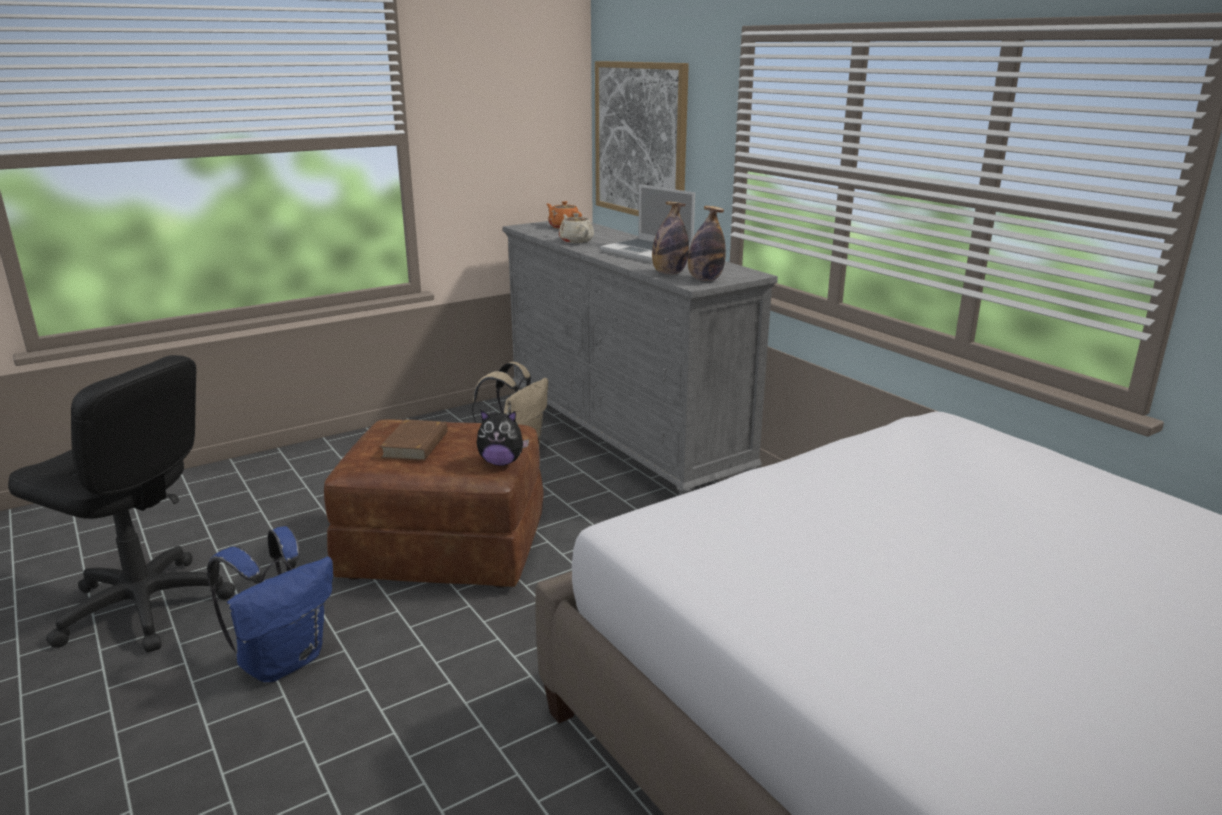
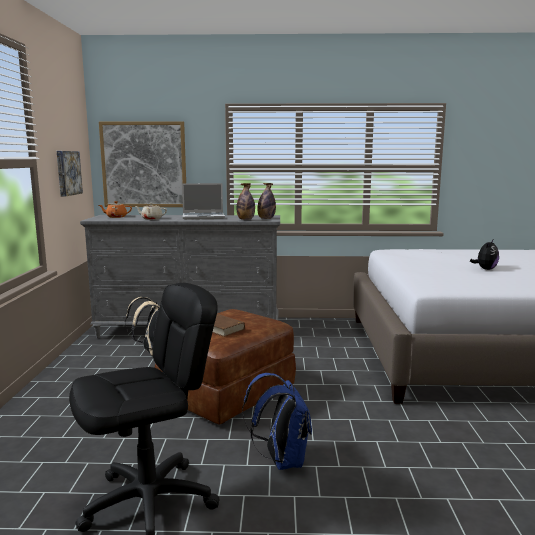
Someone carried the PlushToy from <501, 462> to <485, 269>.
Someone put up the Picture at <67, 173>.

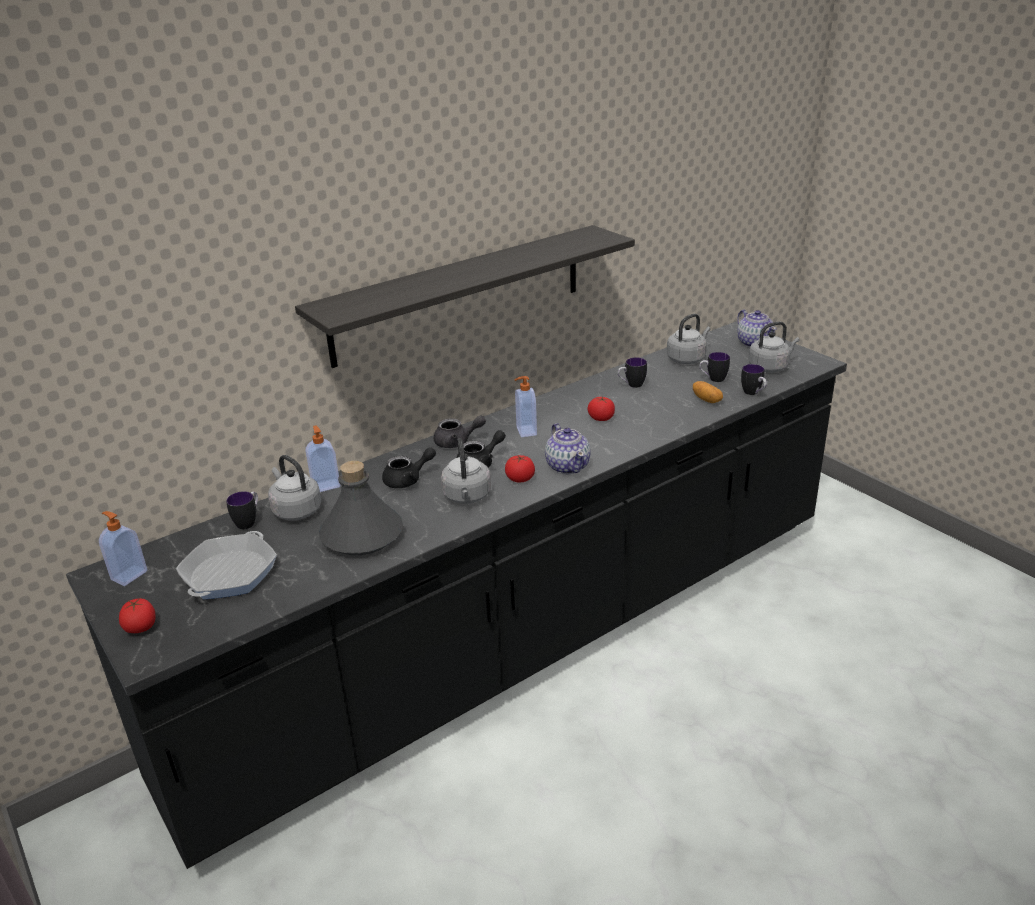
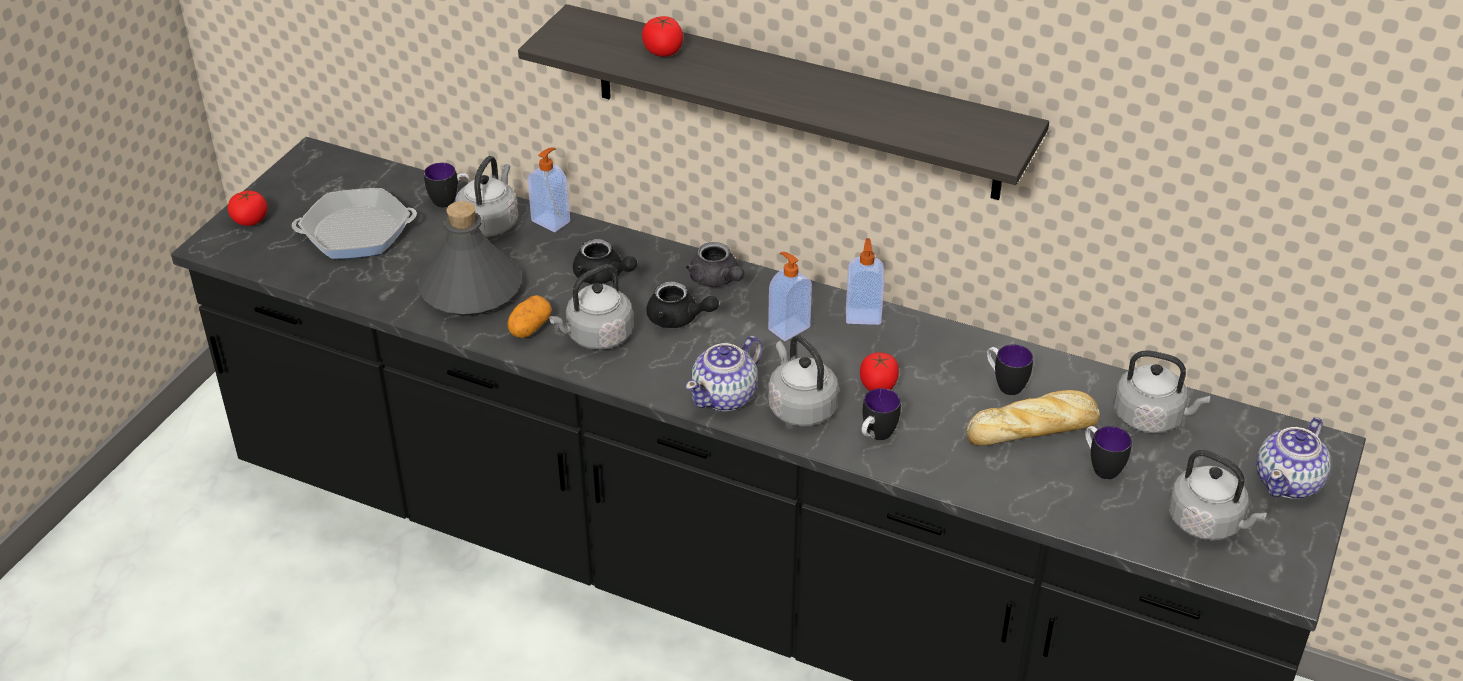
Someone carried the SoapDispenser from <128, 575> to <863, 315>.
Someone carried the Tomato from <520, 479> to <663, 51>.
Someone carried the Potato from <707, 400> to <529, 327>.
Someone carried the Mug from <753, 393> to <875, 437>.
Someone put down the GreyKettle at <800, 407>.
Someone put down the Bread at <1034, 428>.

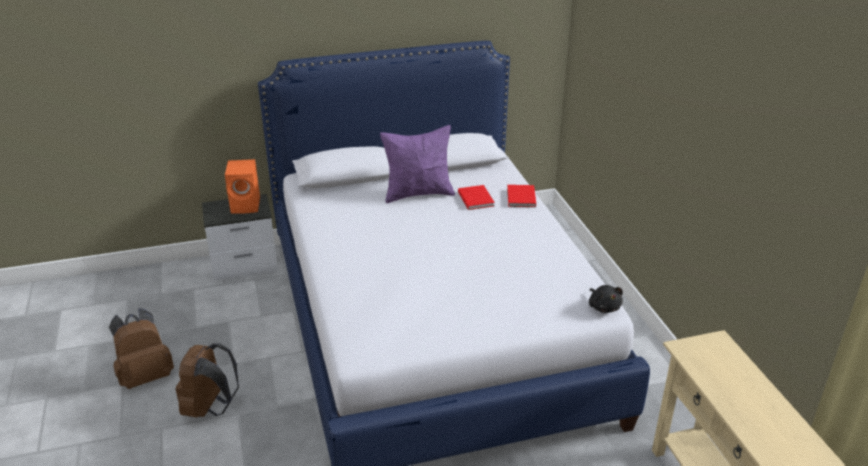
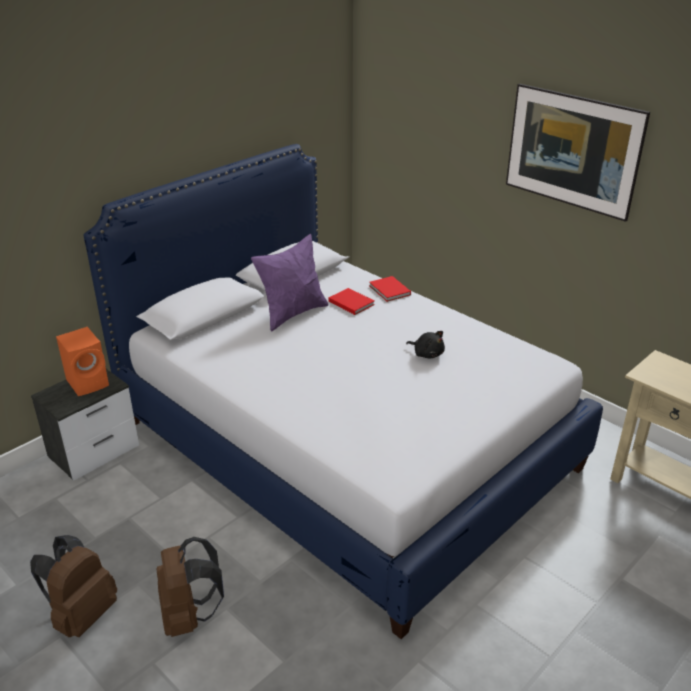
Someone carried the BlackPlushToy from <603, 307> to <427, 354>.
Someone put up the Picture at <568, 176>.

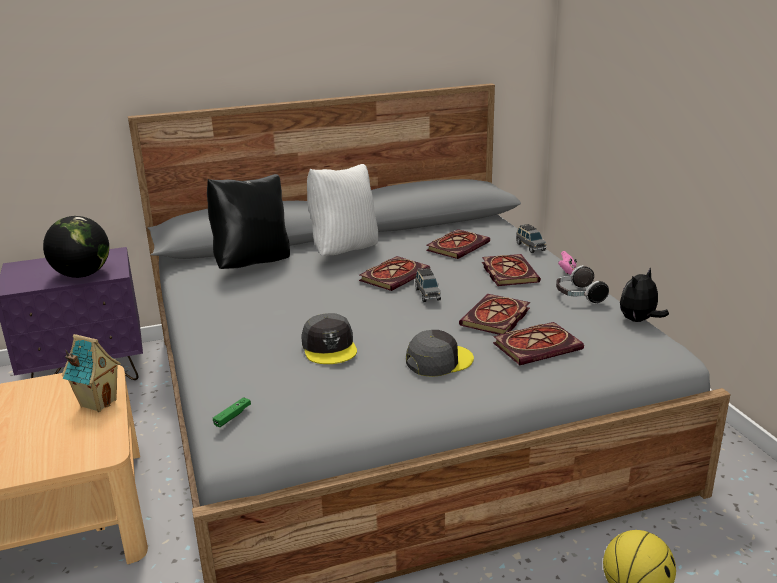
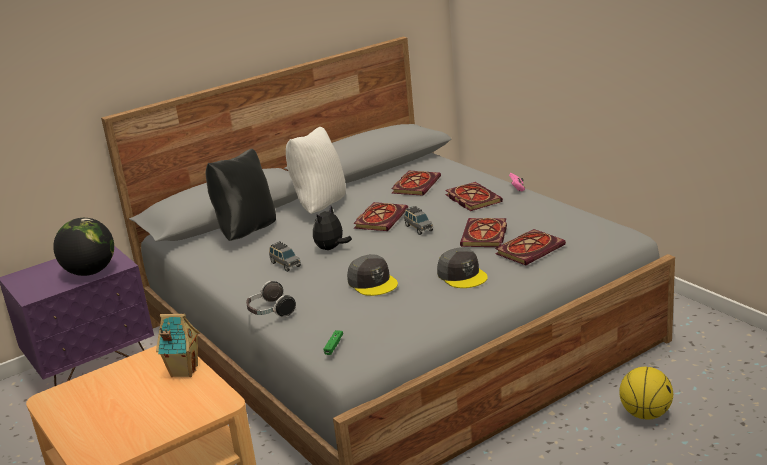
Someone rotated the GreyCap at <438, 361> by 105 degrees clockwise.
Someone carried the GreyToyCar from <530, 247> to <285, 264>.
Someone carried the Headphones from <578, 296> to <270, 312>.
Someone carried the PlushToy from <639, 321> to <331, 248>.

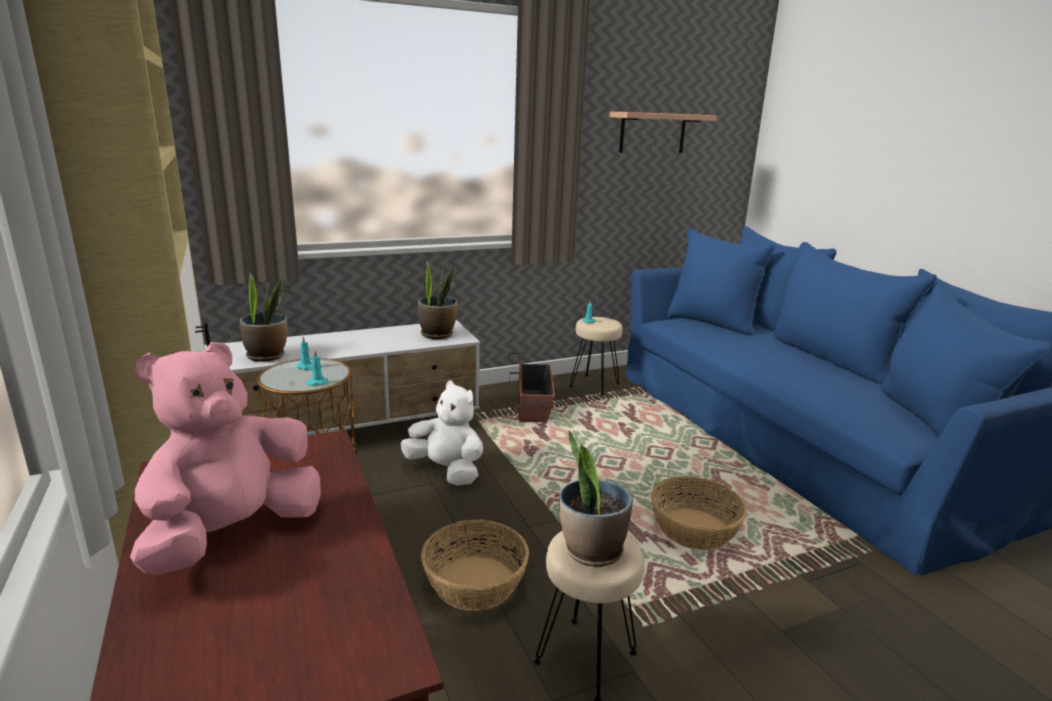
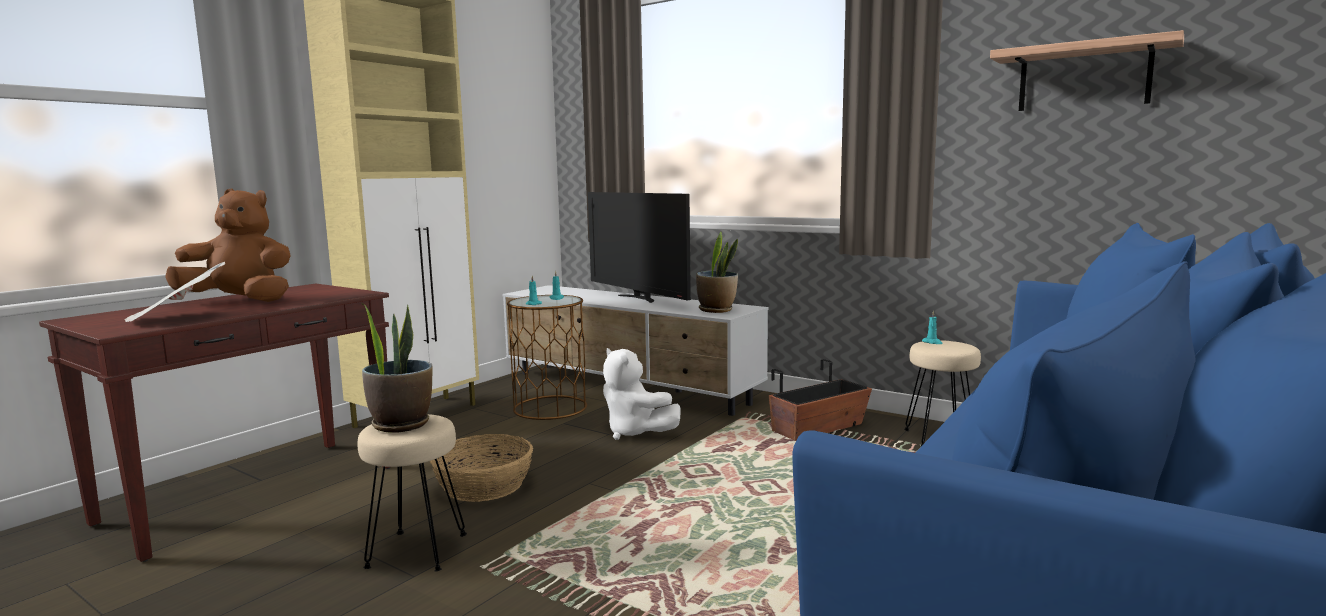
Someone repainted the PinkPlushToy at <233, 534>, which became the BrownPlushToy at <240, 301>.
Someone took away the PottedPlant at <266, 355>.
Someone rotated the WhitePlushToy at <446, 470> by 135 degrees clockwise.
Someone took away the Basket at <694, 529>.
Someone put down the Newspaper at <176, 318>.
Someone put down the Television at <639, 298>.

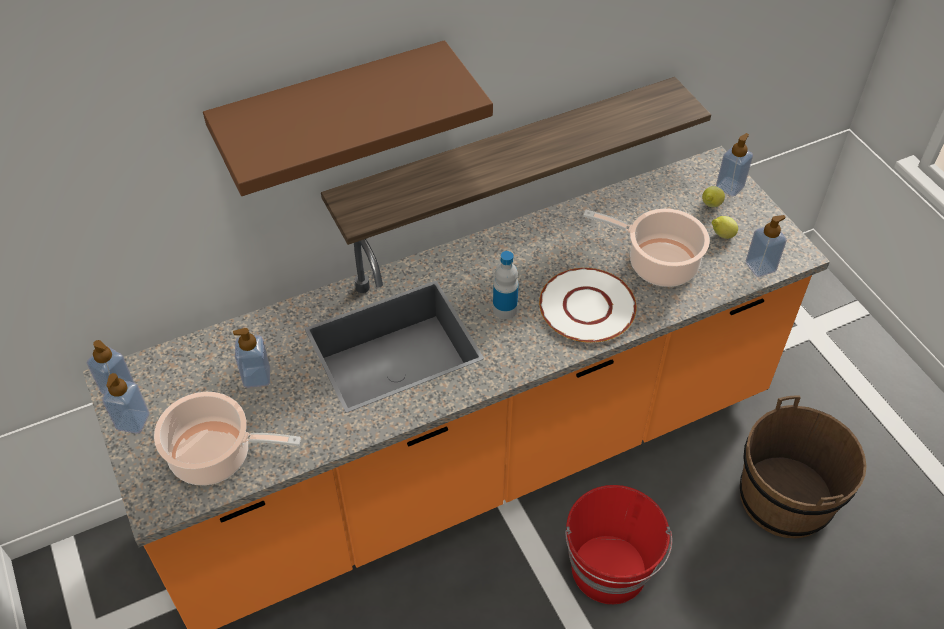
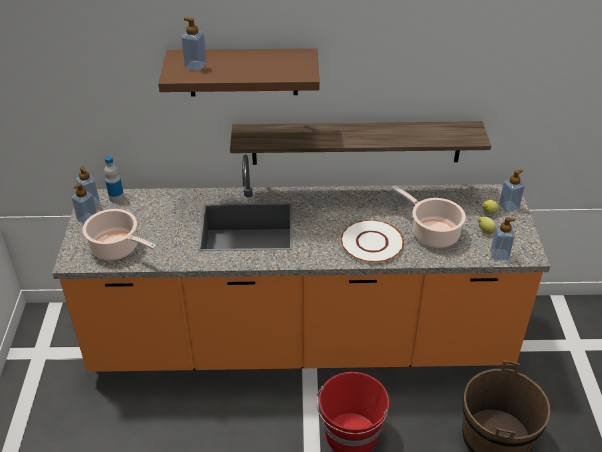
Someone carried the SoapDispenser from <257, 377> to <195, 66>.
Someone carried the Bottle from <505, 309> to <116, 198>.

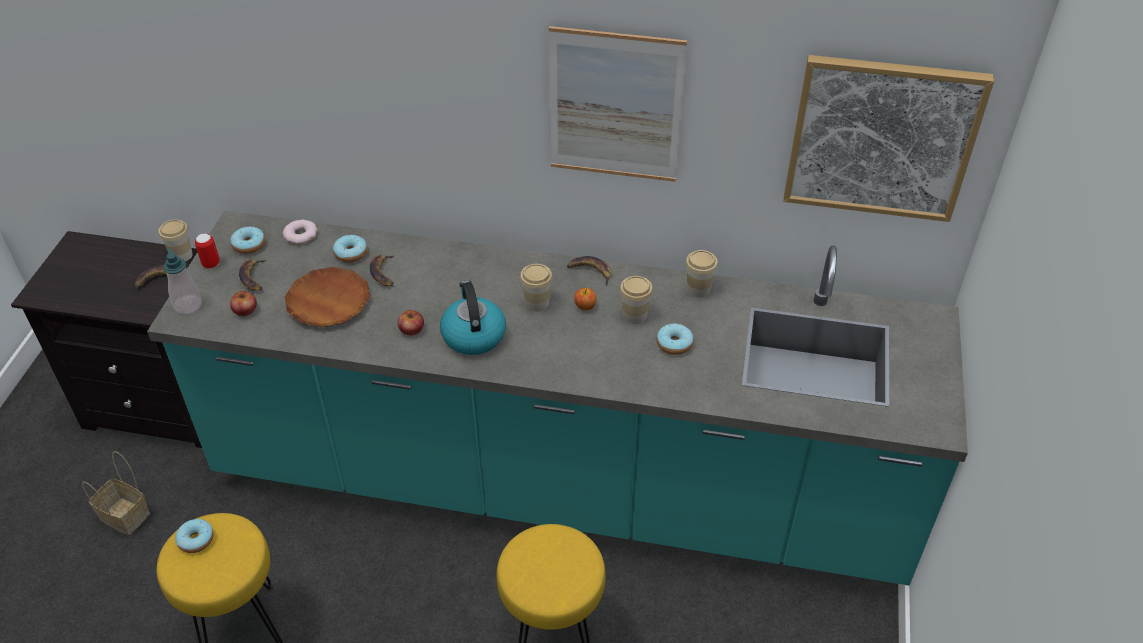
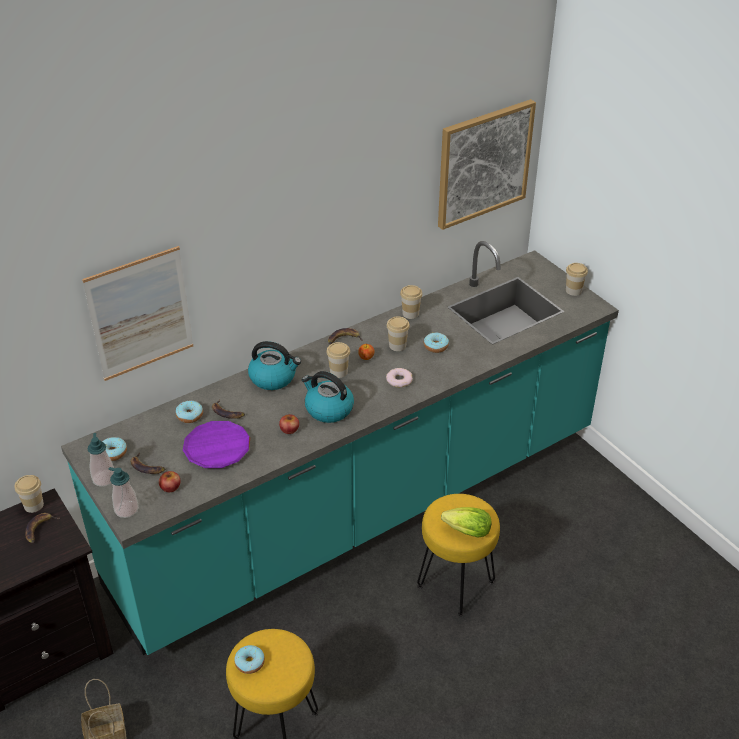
Someone swapped the Can at <211, 264> for the SoapDispenser at <104, 479>.
Someone carried the Donut from <301, 235> to <399, 380>.
Someone repainted the BrownPlate at <328, 302>, which became the PurplePlate at <217, 448>.
Someone carried the Picture from <615, 106> to <140, 314>.
Someone put down the Kettle at <273, 378>.
Someone put down the Lettuce at <464, 531>.
Someone put down the Cup at <573, 290>.

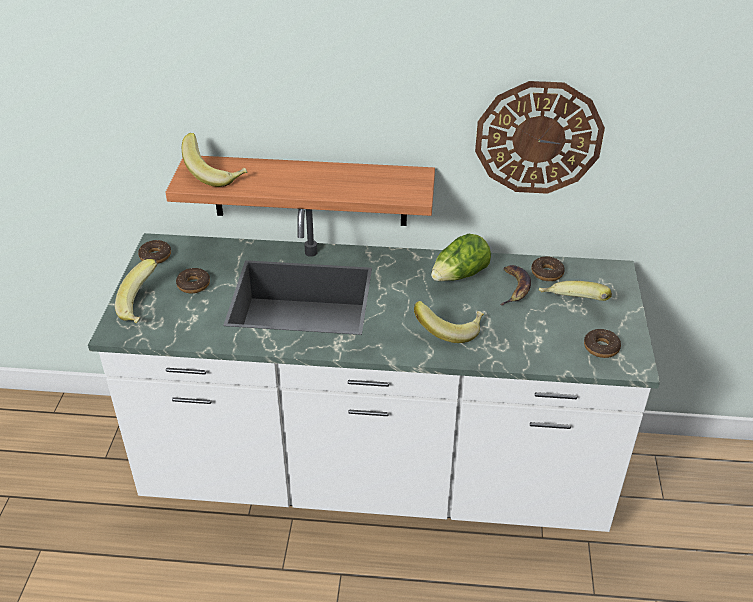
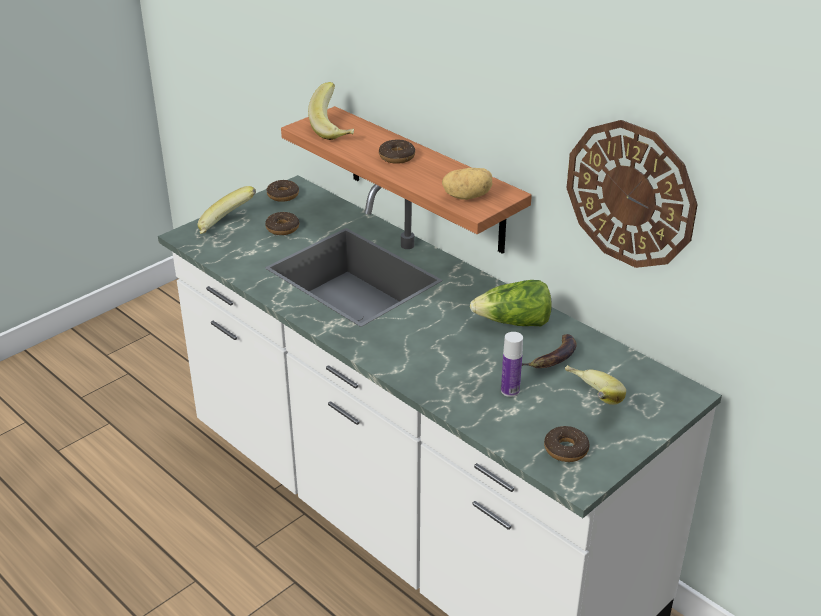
Someone took away the Banana at <449, 330>.
Someone carried the Donut from <547, 273> to <397, 157>.
Someone put down the Potato at <467, 196>.
Someone put down the Bottle at <510, 391>.

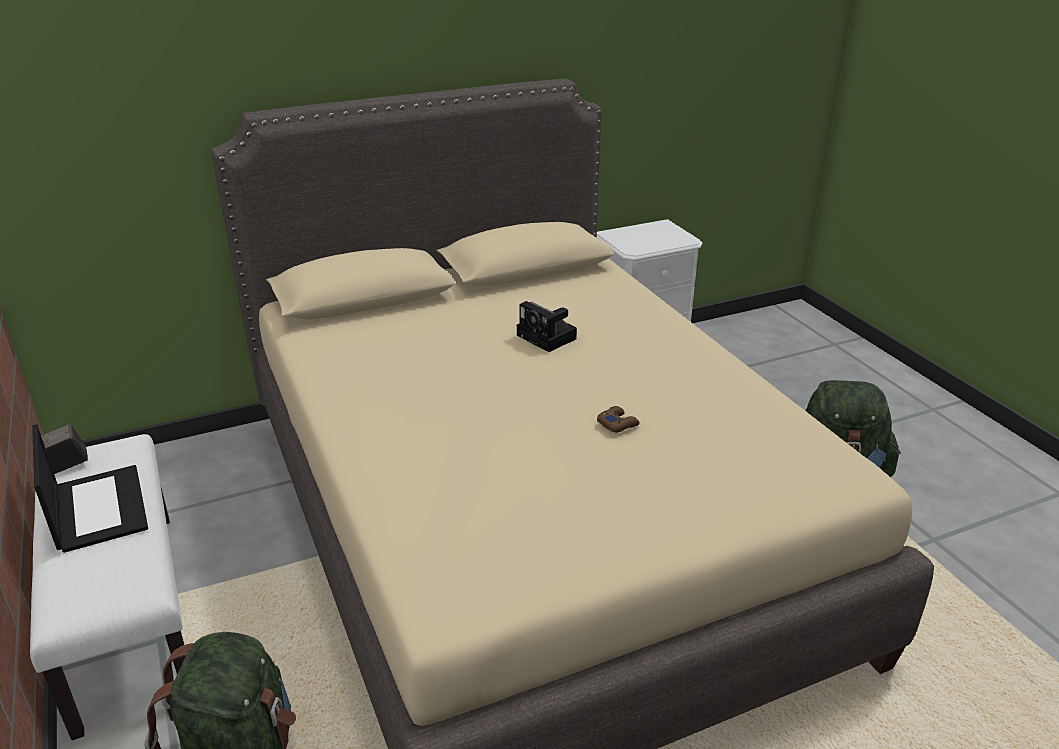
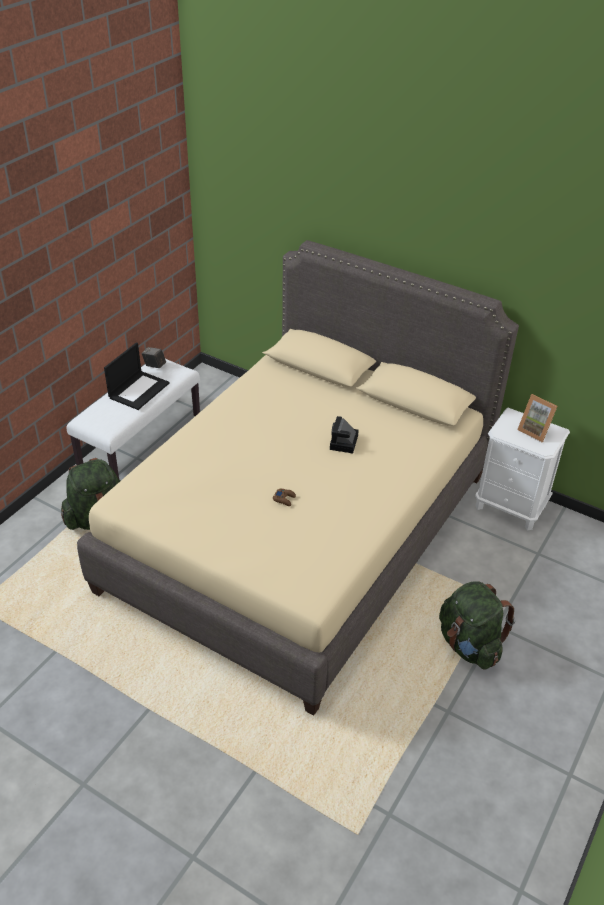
Someone put down the PictureFrame at <535, 431>.

